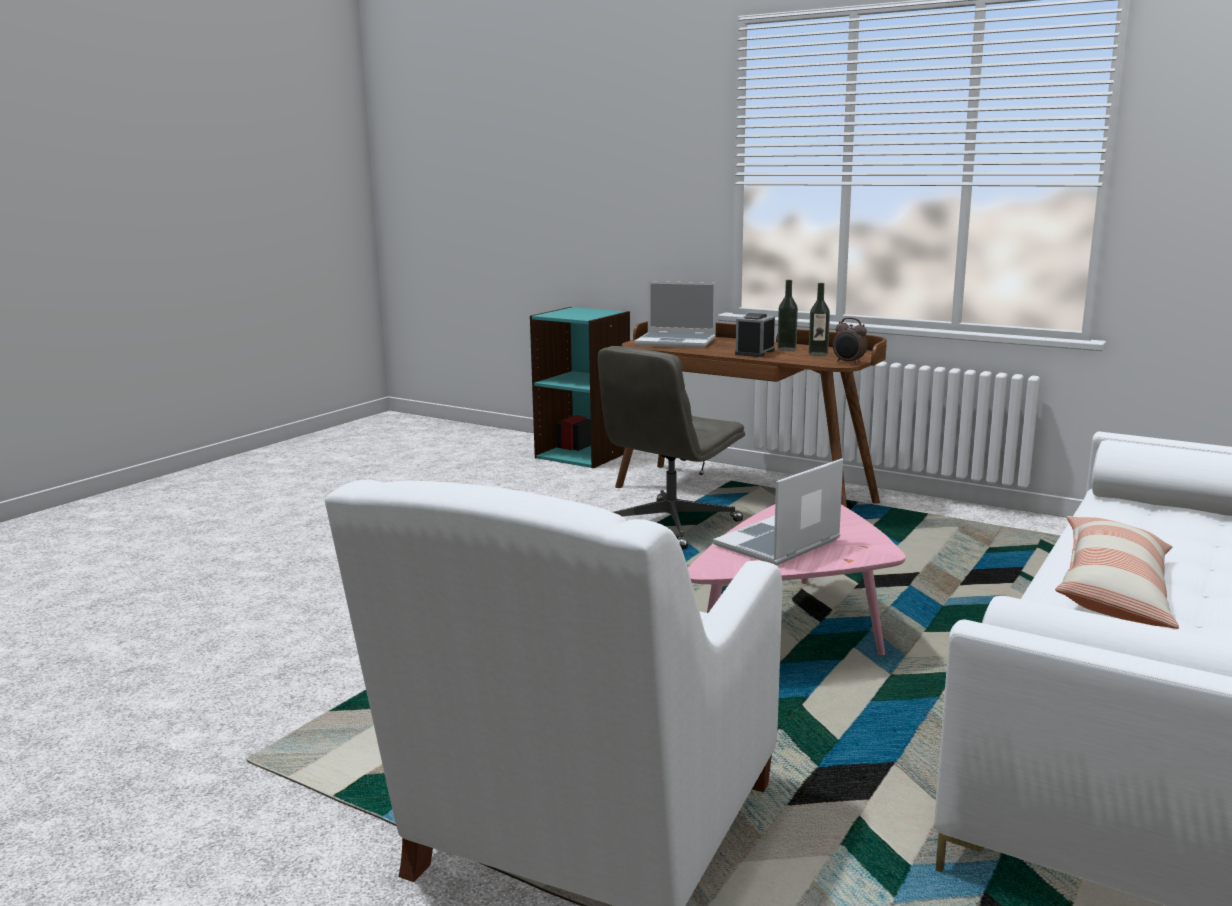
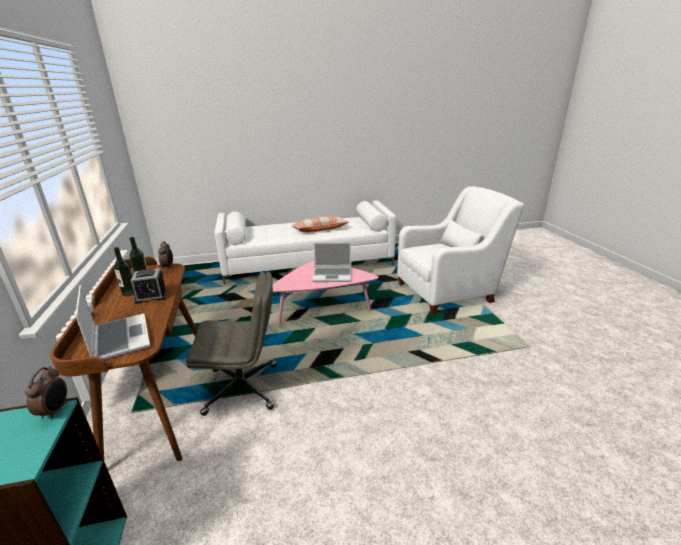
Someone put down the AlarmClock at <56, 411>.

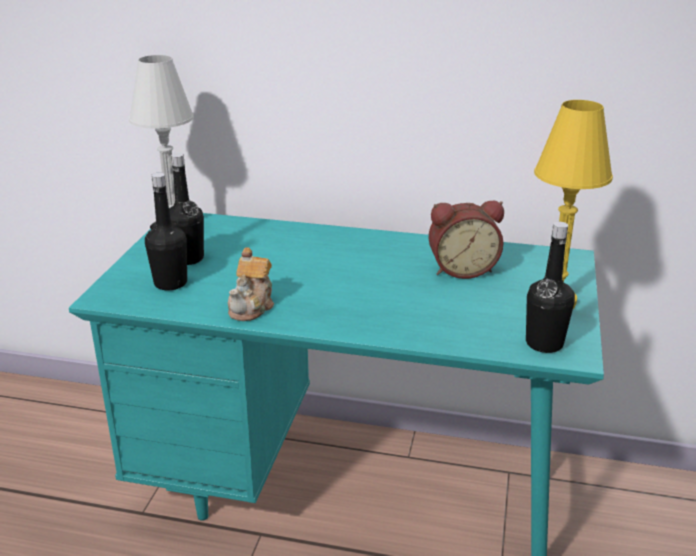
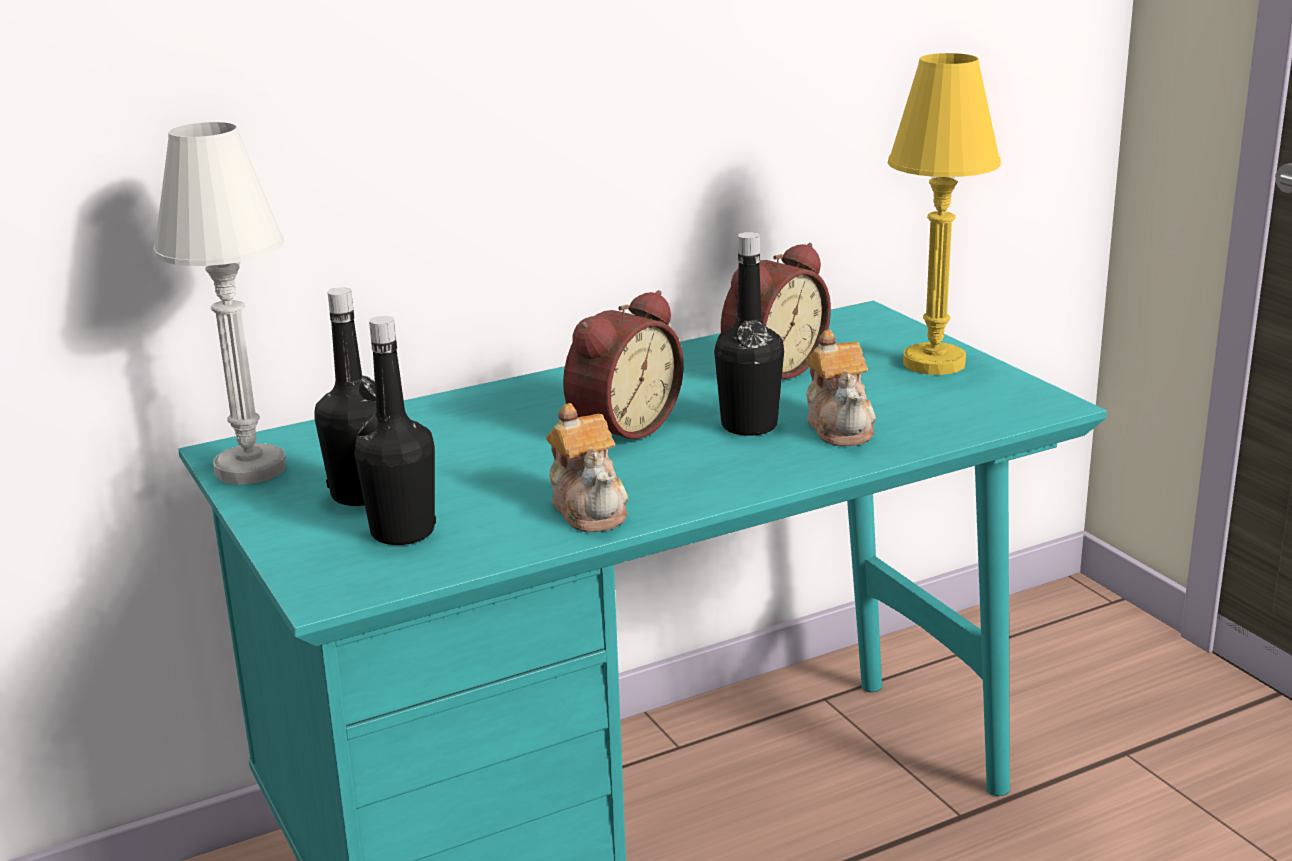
Someone carried the BlackBottle from <544, 343> to <749, 425>.
Someone put down the AlarmClock at <620, 428>.
Someone put down the Teapot at <840, 427>.

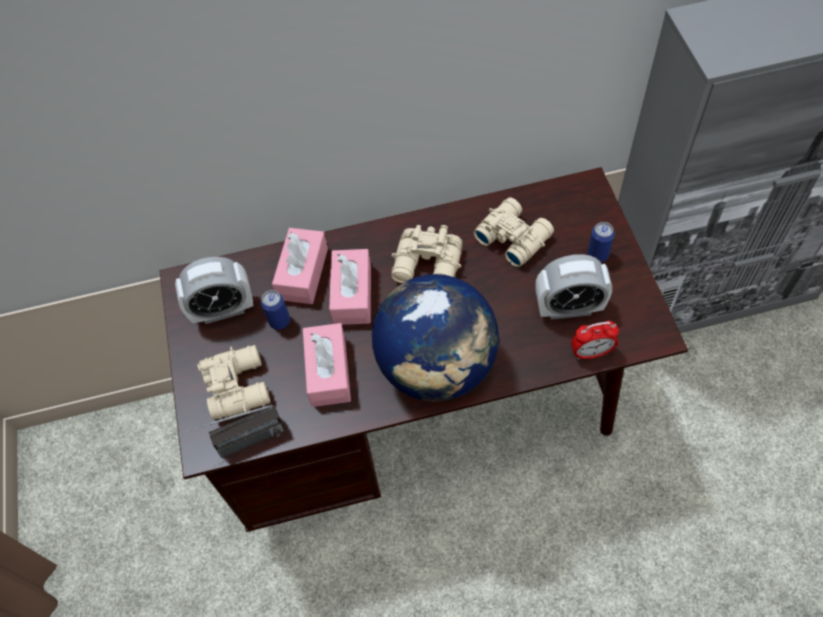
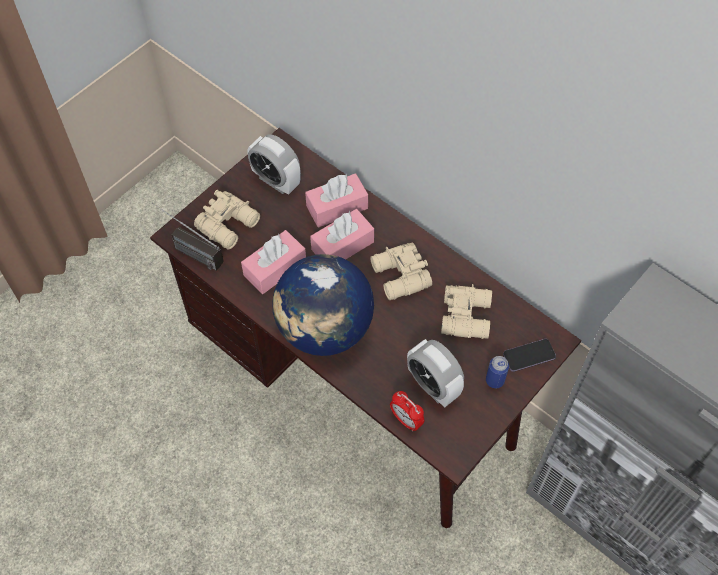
Someone took away the Can at <279, 321>.
Someone put down the Phone at <529, 356>.

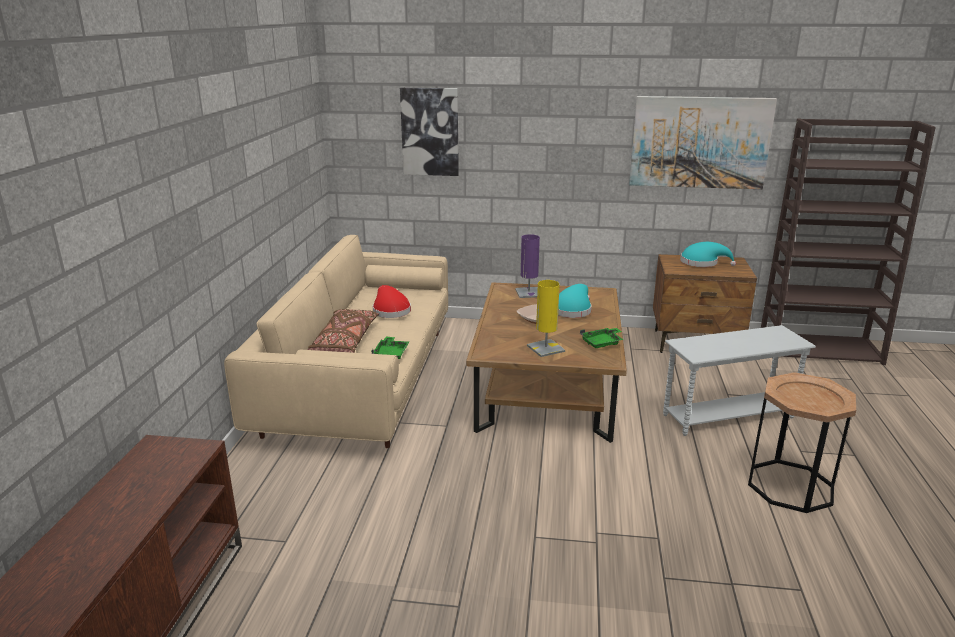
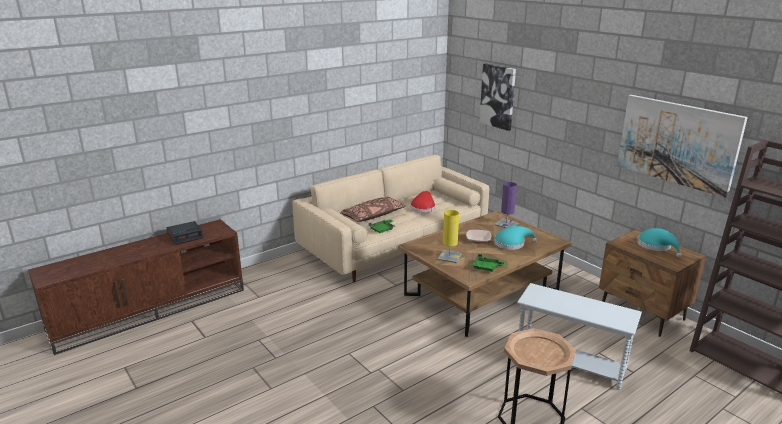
Someone put down the AlarmClock at <185, 236>.

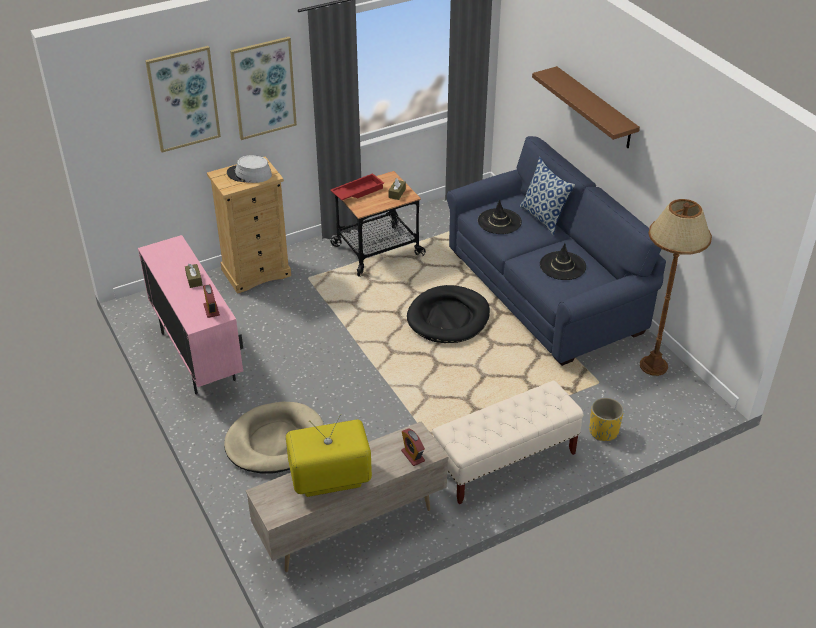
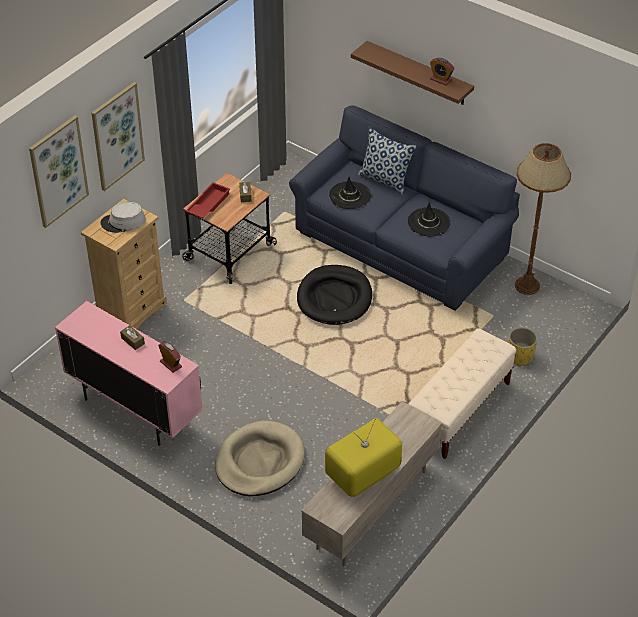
Someone carried the AlarmClock from <413, 456> to <441, 80>.

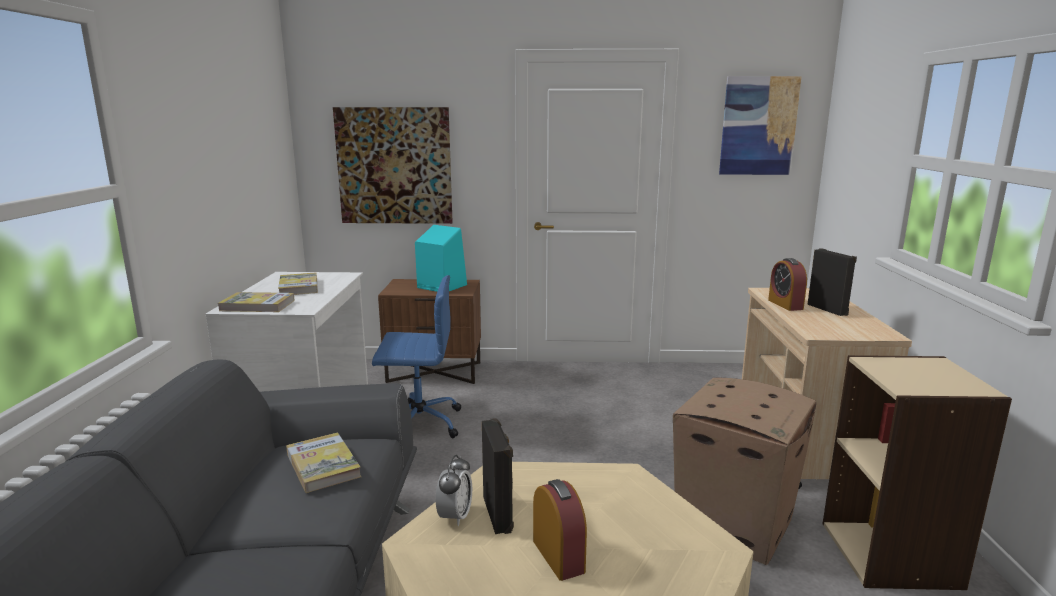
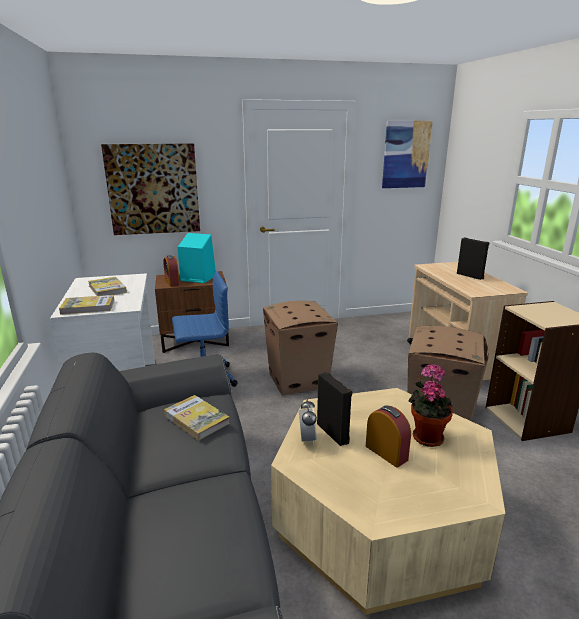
Someone carried the AlarmClock from <785, 304> to <172, 282>.
Someone put down the CardboardBox at <298, 380>.
Someone put down the PottedPlant at <426, 436>.

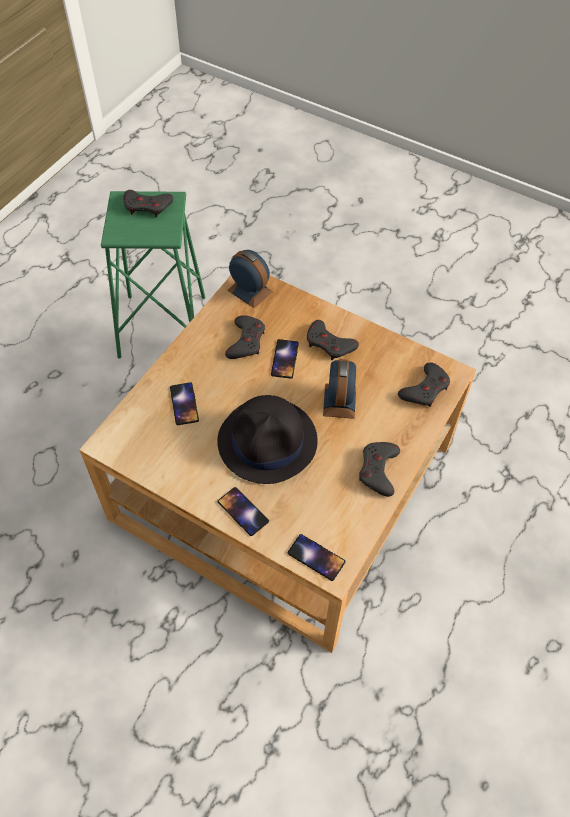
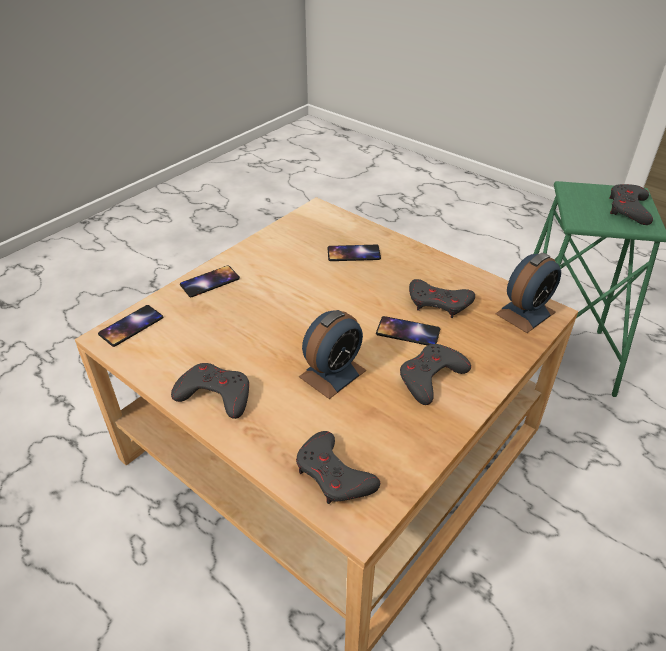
Someone took away the BlackHat at <268, 441>.
Someone rotated the AlarmClock at <339, 401> by 120 degrees clockwise.

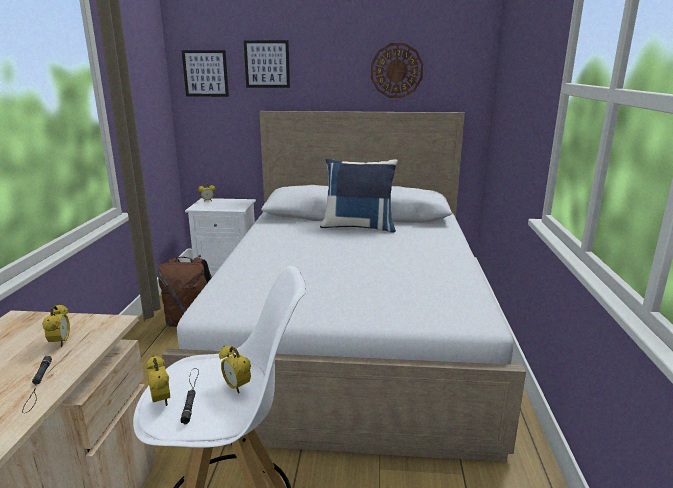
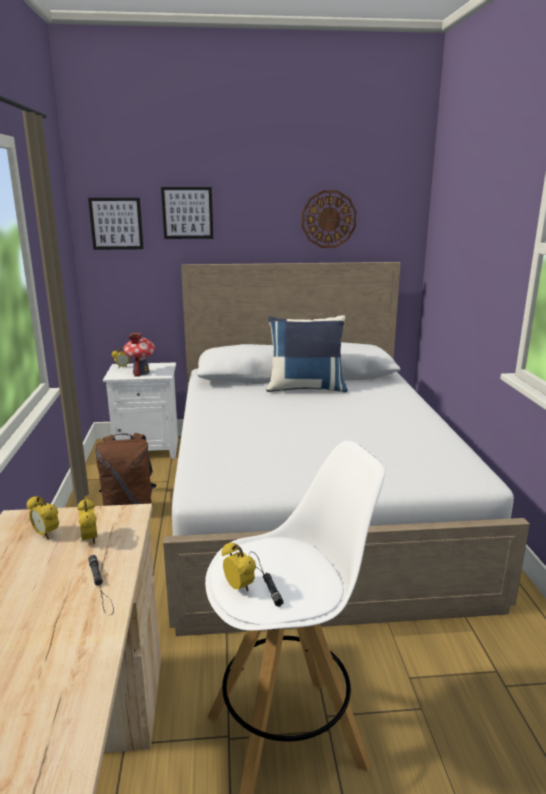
Someone carried the AlarmClock from <236, 387> to <46, 534>.
Someone put down the ToyHouse at <141, 373>.

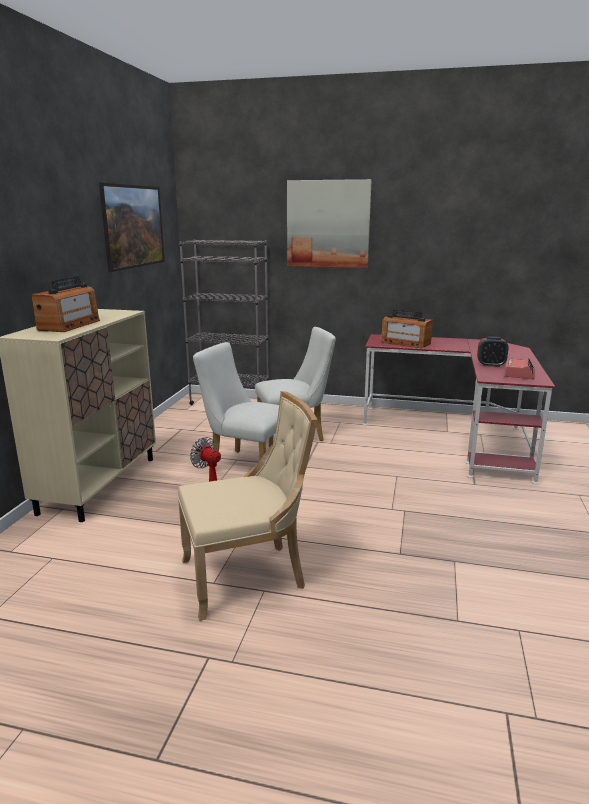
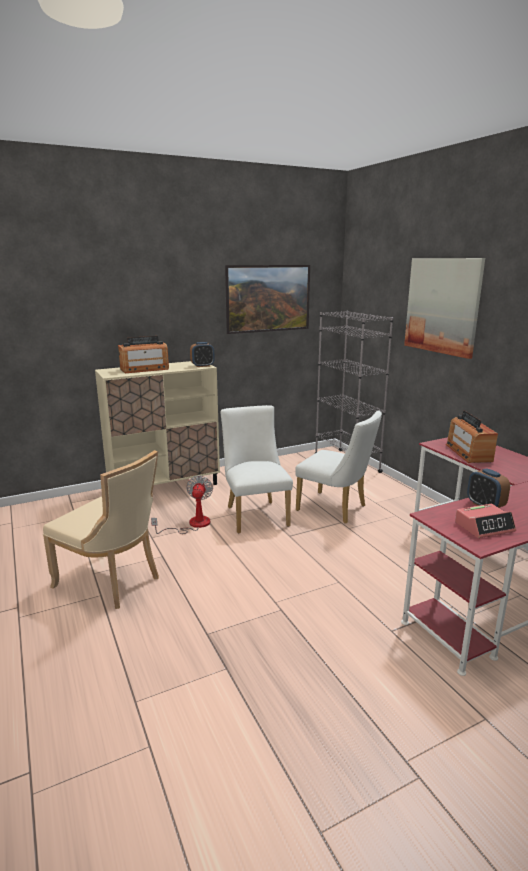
Someone put down the AlarmClock at <202, 366>.

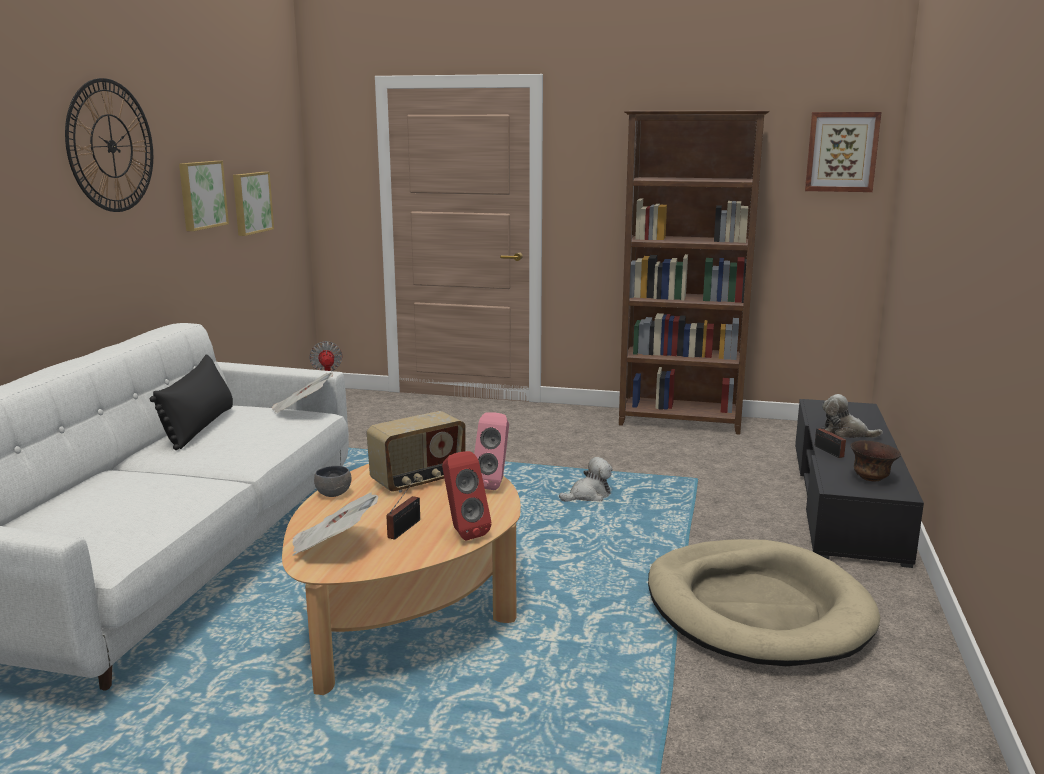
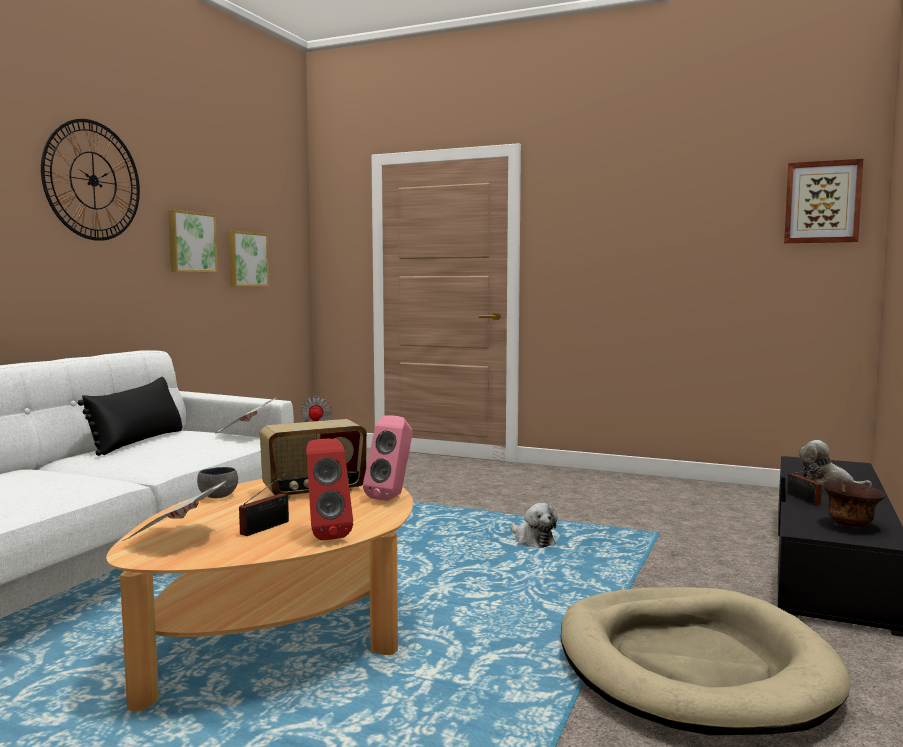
Someone rotated the PlushToy at <588, 496> by 75 degrees clockwise.
Someone took away the BrownBookcase at <681, 422>.

